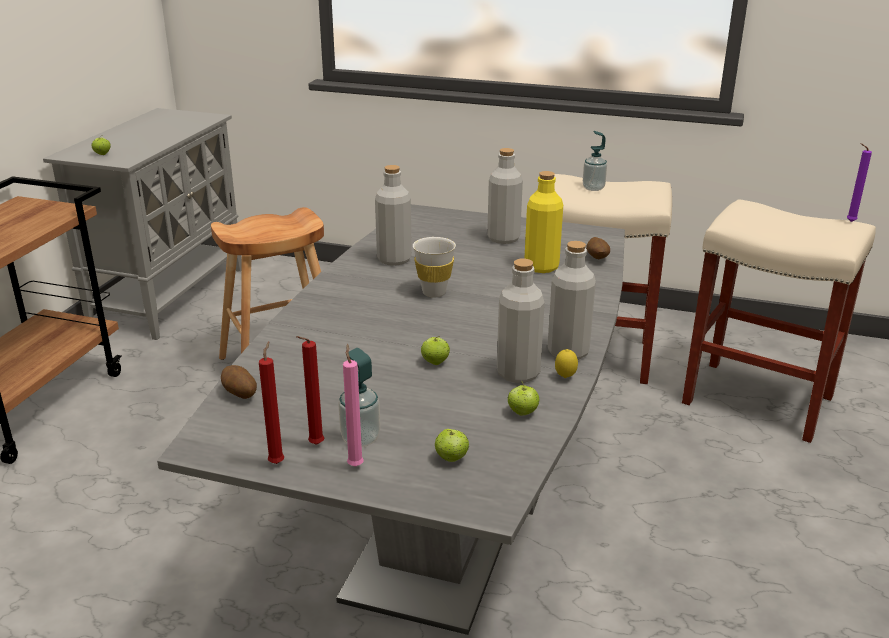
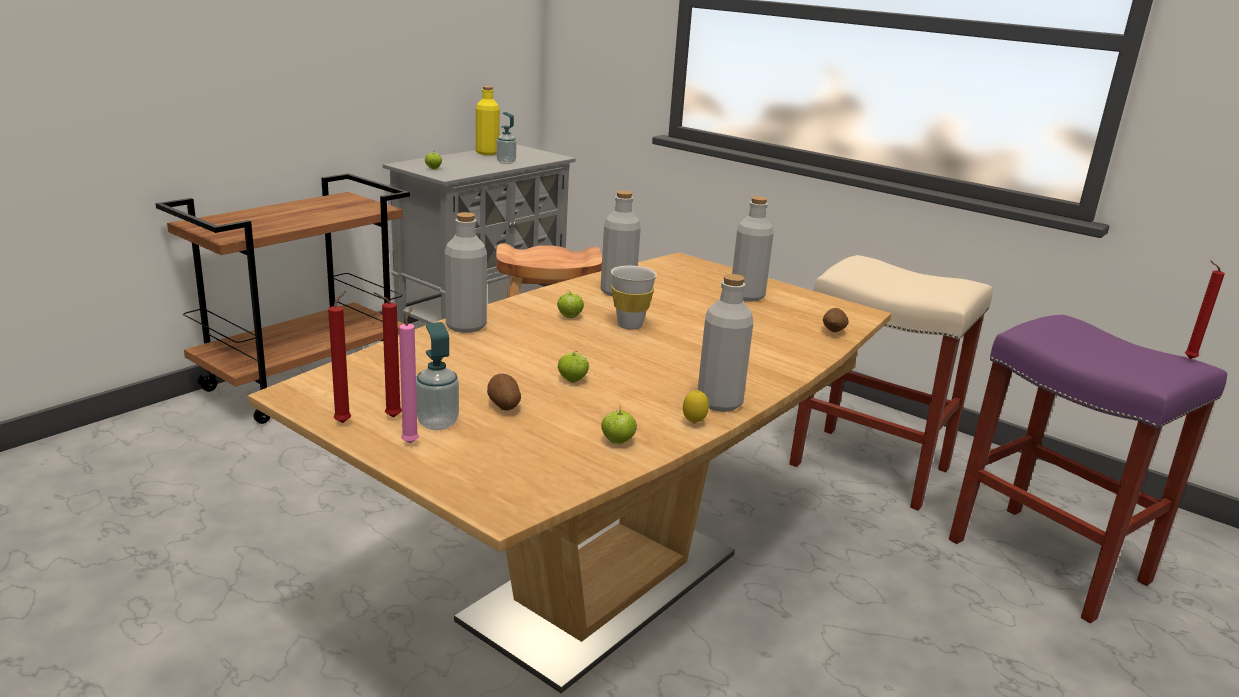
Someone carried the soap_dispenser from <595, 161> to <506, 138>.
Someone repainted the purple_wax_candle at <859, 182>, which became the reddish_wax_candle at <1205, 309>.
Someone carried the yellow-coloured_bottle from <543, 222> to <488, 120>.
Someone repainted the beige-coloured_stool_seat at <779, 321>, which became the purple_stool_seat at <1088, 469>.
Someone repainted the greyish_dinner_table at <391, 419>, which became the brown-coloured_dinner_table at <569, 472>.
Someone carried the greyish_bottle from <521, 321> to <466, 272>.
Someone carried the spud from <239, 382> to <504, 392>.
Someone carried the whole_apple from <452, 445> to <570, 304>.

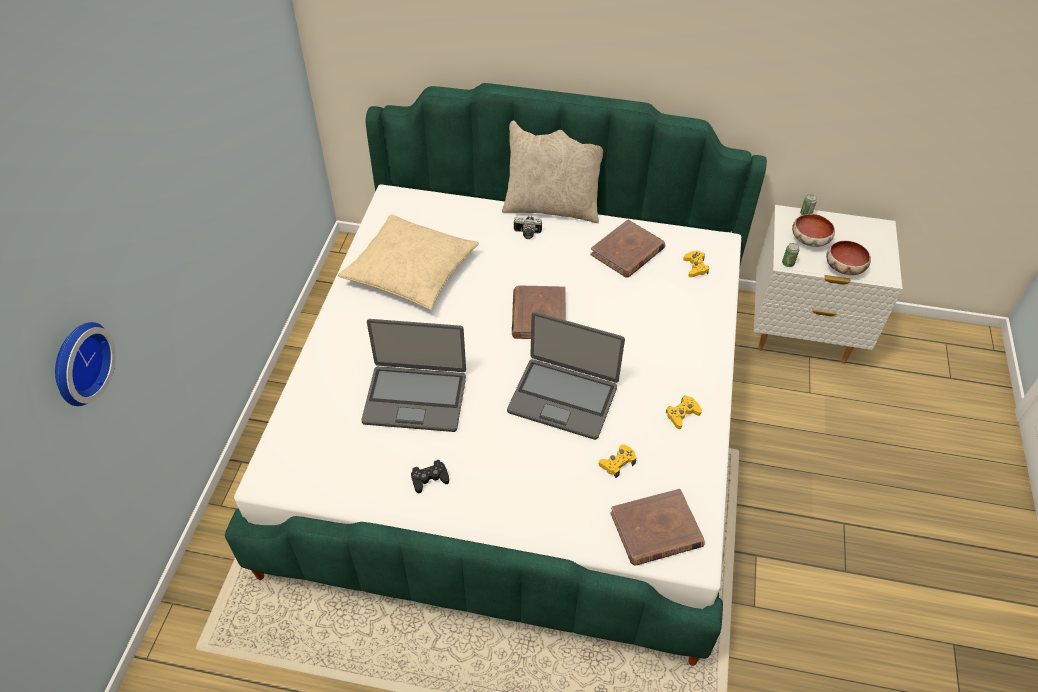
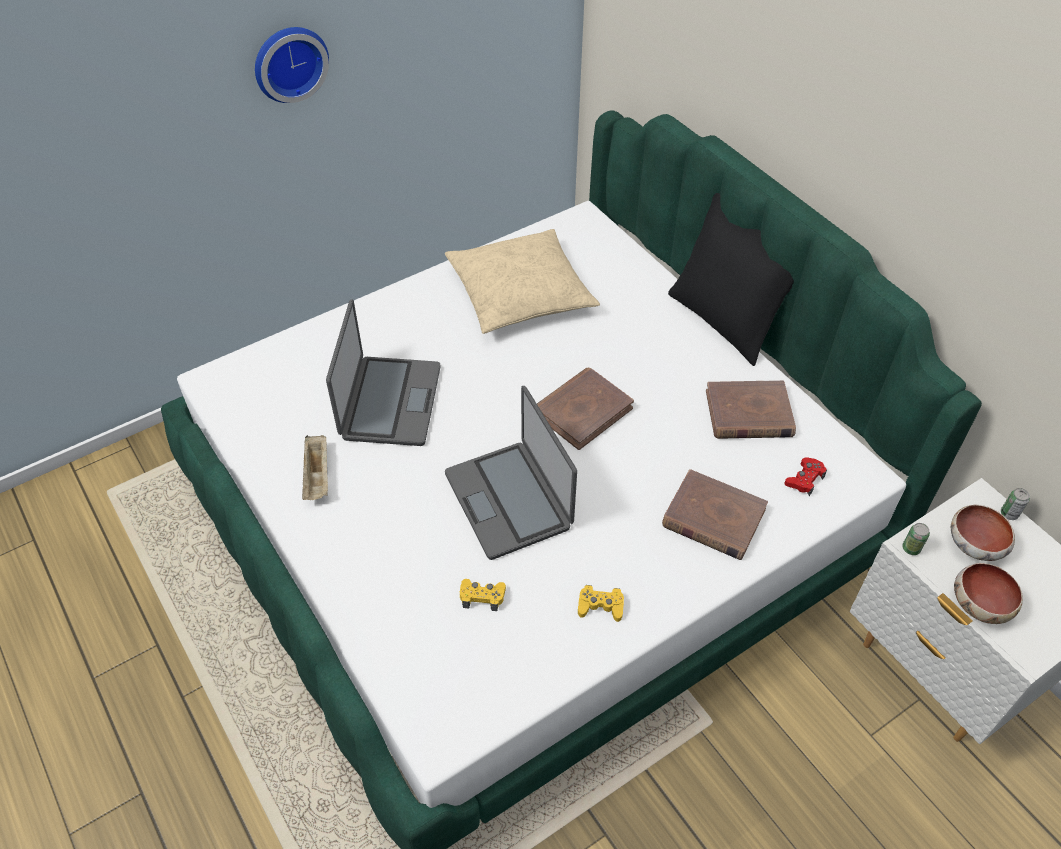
Someone repainted the beige-coloured_throw_pillow at <552, 172>, which became the black-coloured_throw_pillow at <731, 279>.
Someone took away the photo_camera at <528, 227>.
Someone repainted the yellow-coloured_gamepad at <696, 264>, which became the reddish_gamepad at <805, 477>.
Someone rotated the laptop at <413, 375> by 135 degrees counterclockwise.
Someone carried the clock_on_the_wall from <85, 364> to <292, 65>.
Someone swapped the black-coloured_gamepad at <430, 476> for the beige-coloured_serving_tray at <315, 467>.
Someone carried the brown-coloured_volume from <657, 527> to <715, 514>.

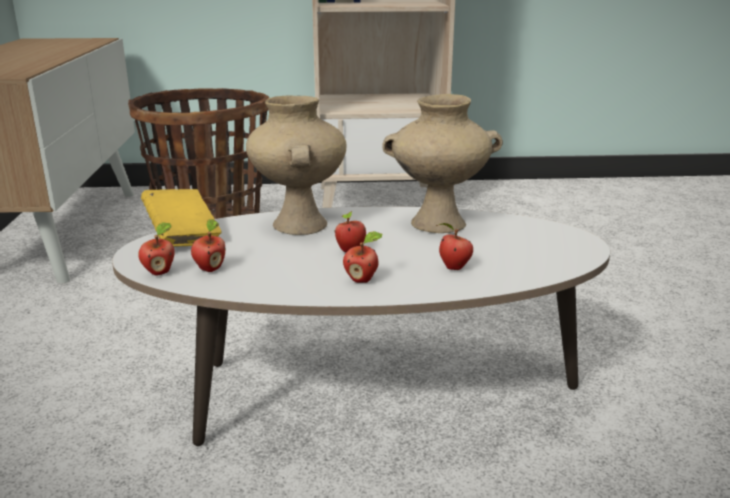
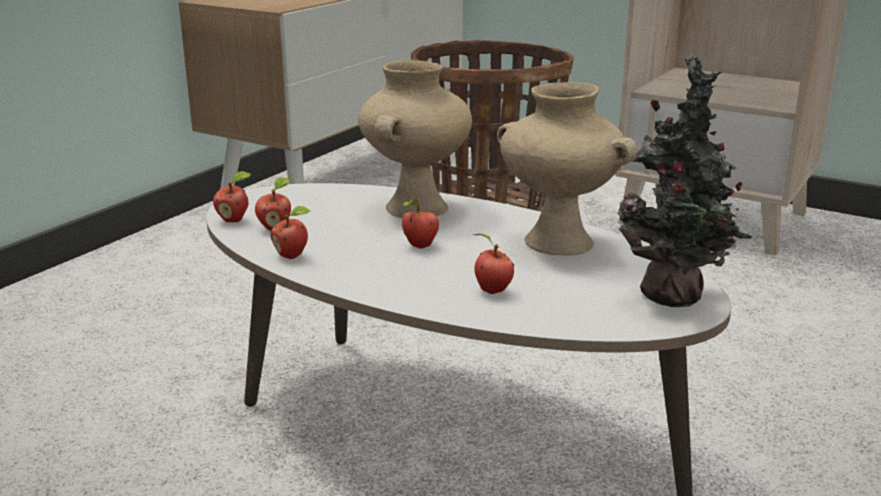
Someone took away the yellow-coloured_volume at <181, 217>.
Someone carried the whole_apple from <362, 257> to <290, 232>.
Someone put down the houseplant at <685, 181>.

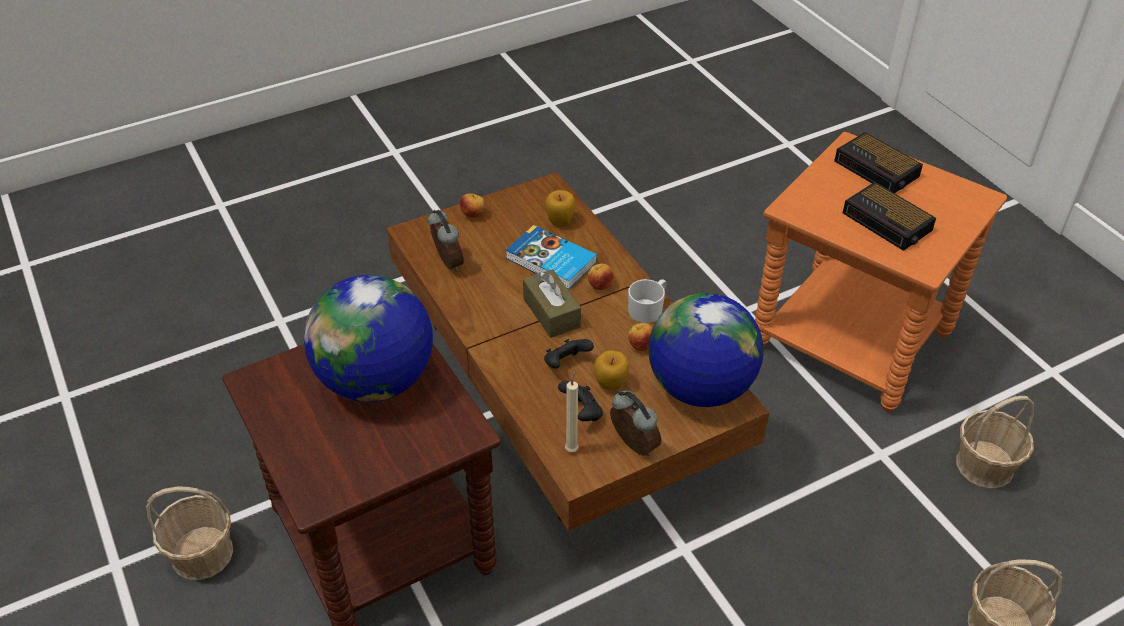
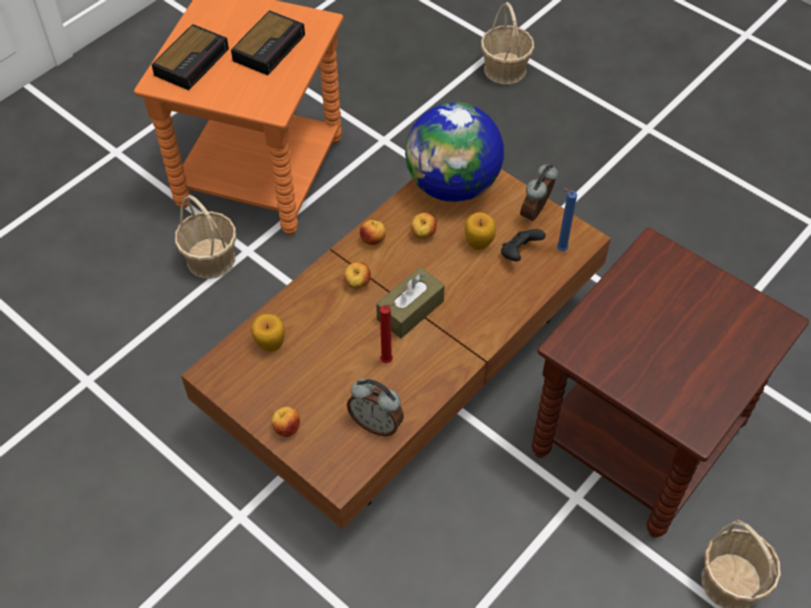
Someone rotated the table_clock at <445, 241> by 105 degrees counterclockwise.
Someone took away the volume at <551, 257>.
Someone took away the desk_globe at <368, 338>.
Someone swapped the white_mug at <647, 301> for the whole_apple at <373, 232>.
Someone took away the black-coloured_gamepad at <569, 353>.
Someone repainted the beige-coloured_wax_candle at <572, 410>, which became the blue_wax_candle at <567, 219>.
Someone carried the household_basket from <995, 442> to <205, 237>.
Someone put down the reddish_wax_candle at <388, 333>.

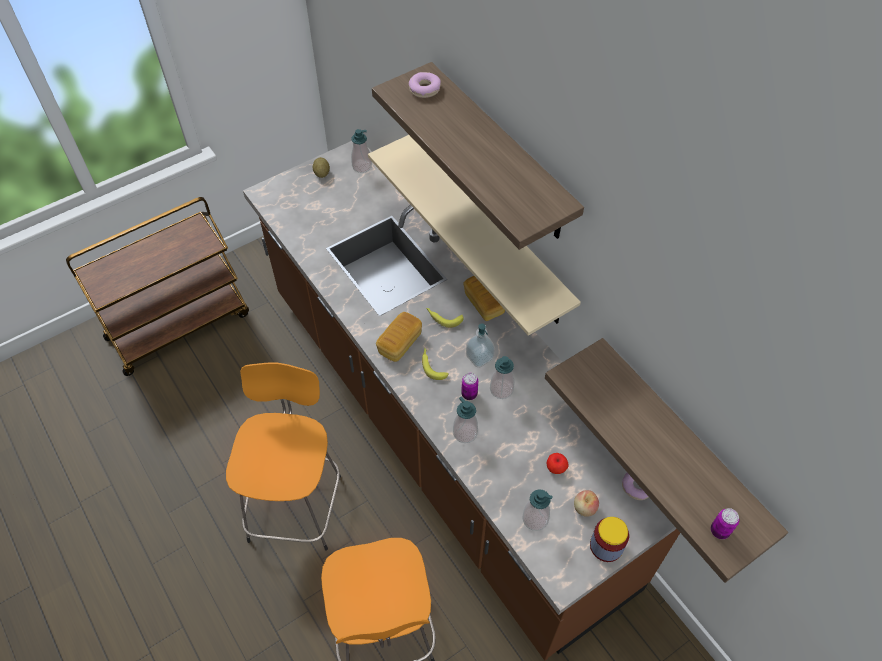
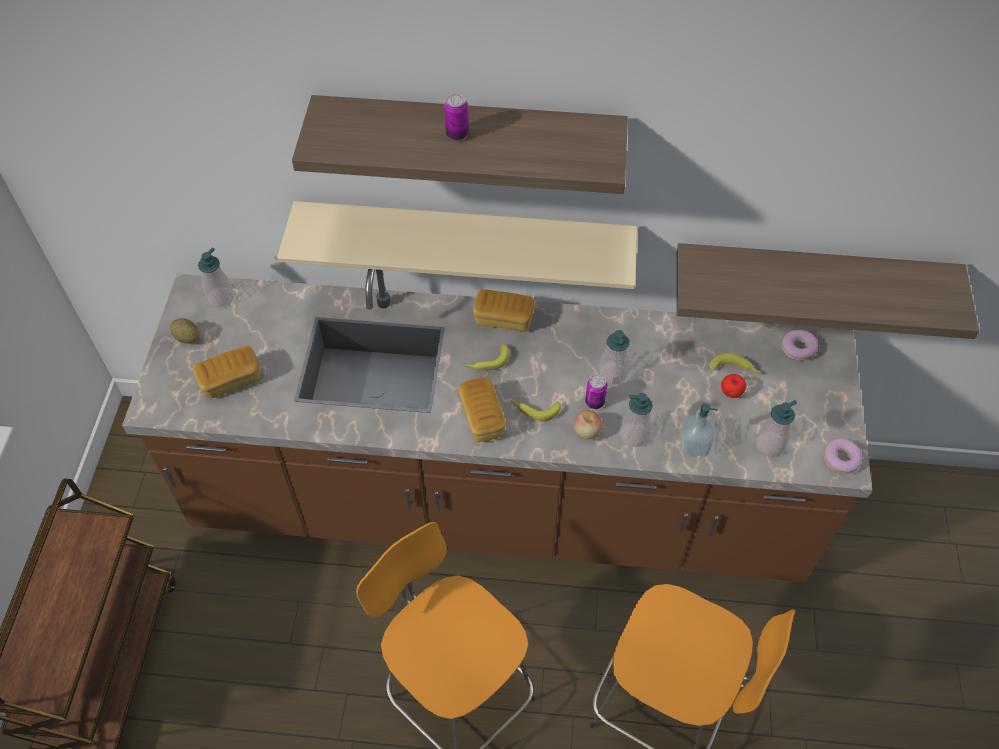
Someone carried the doughnut from <425, 85> to <843, 456>.
Someone carried the soap_dispenser from <480, 346> to <699, 429>.
Someone carried the whole_apple from <586, 503> to <588, 424>.
Someone carried the sealed_can from <725, 523> to <456, 117>.
Someone took away the jar at <609, 539>.
Someone put down the bakery_bread at <226, 372>.
Someone put down the whole_banana at <735, 363>.

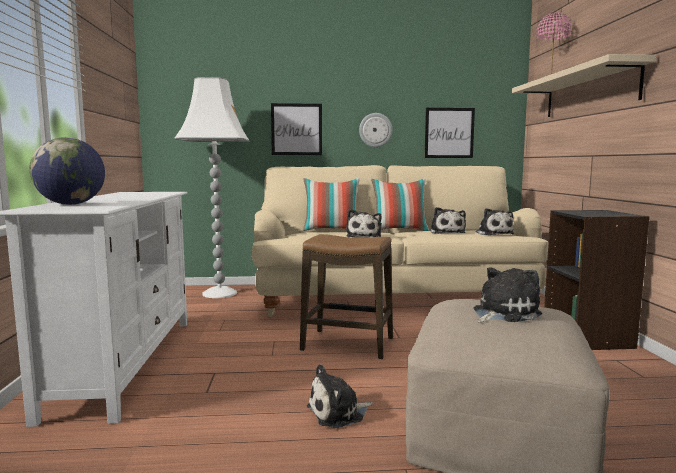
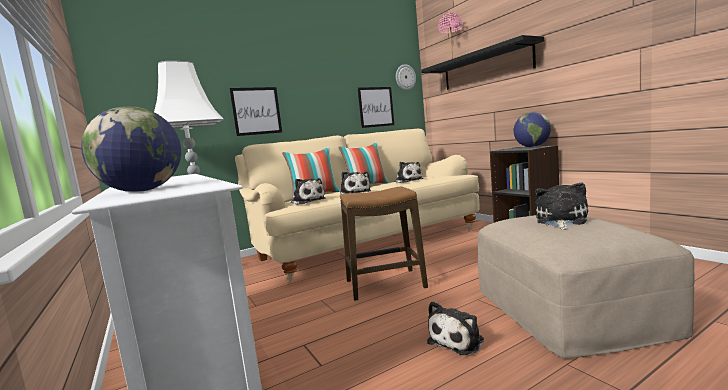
Someone repainted the beige-coloured_shelf at <584, 85>, which became the black-coloured_shelf at <482, 62>.
Someone carried the clock_on_the_wall from <375, 130> to <406, 77>.
Someone carried the plush_toy from <495, 221> to <308, 191>.
Someone put down the desk_globe at <532, 129>.

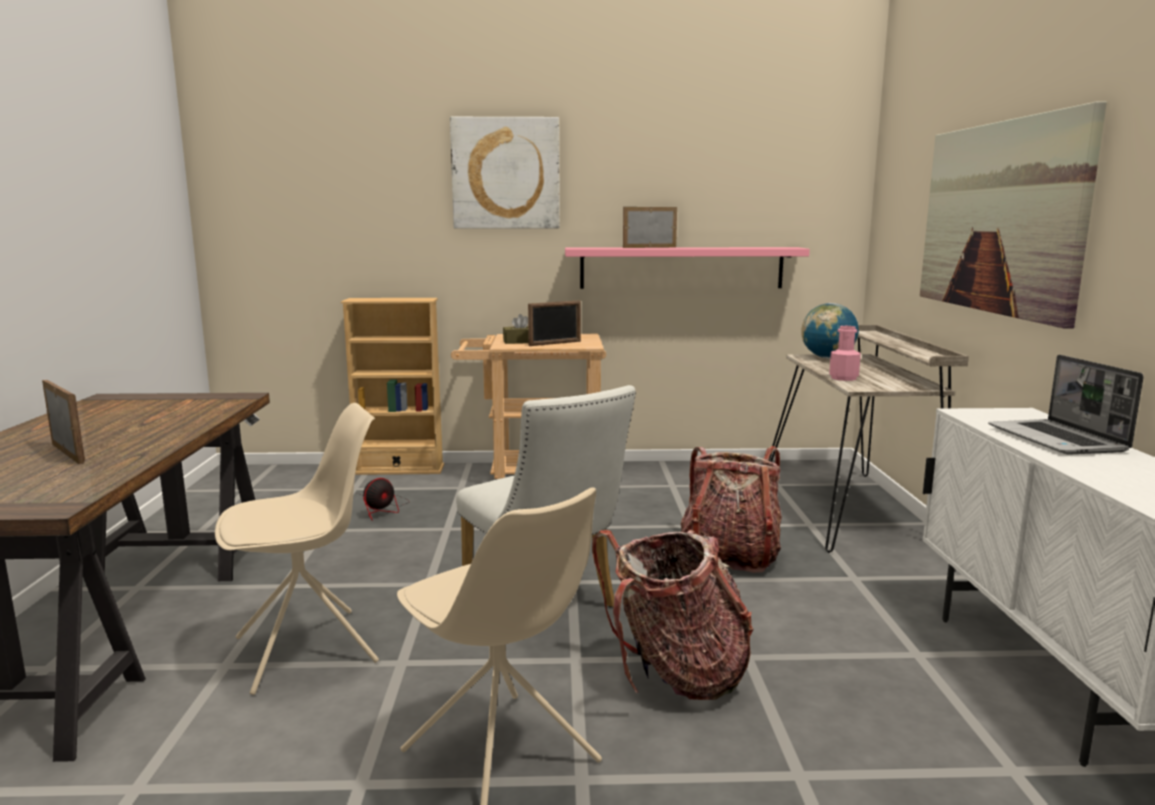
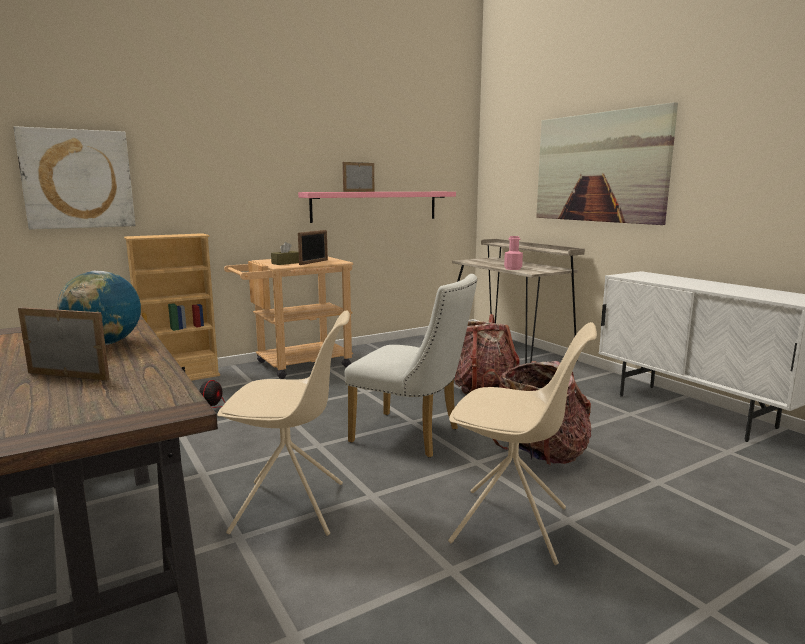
Someone carried the wall_picture from <505, 173> to <74, 178>.
Someone carried the desk_globe from <830, 330> to <99, 308>.
Someone took away the laptop at <1066, 405>.
Someone rotated the beige-coloured_plain_chair at <297, 549> by 60 degrees clockwise.

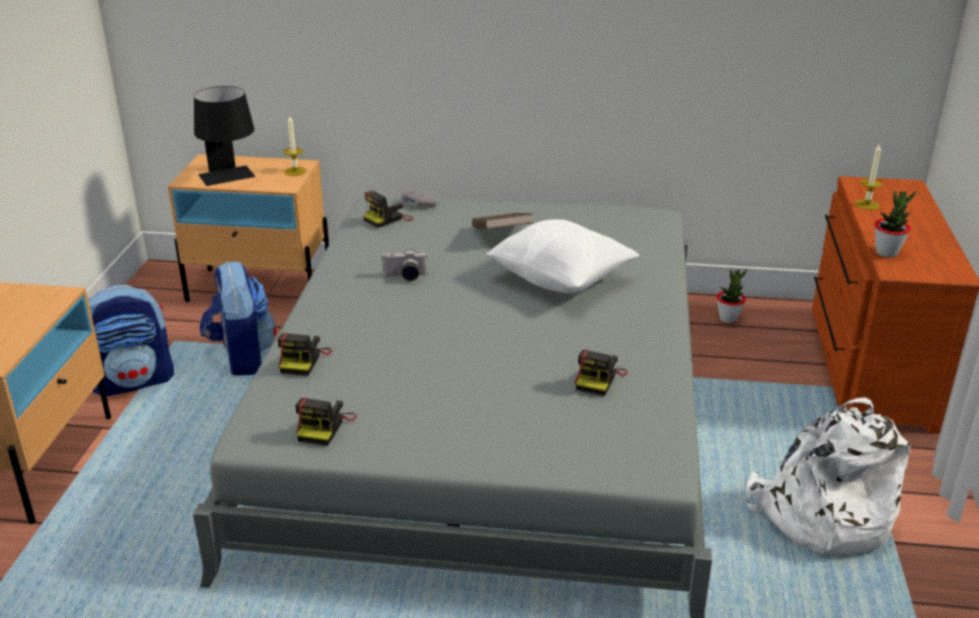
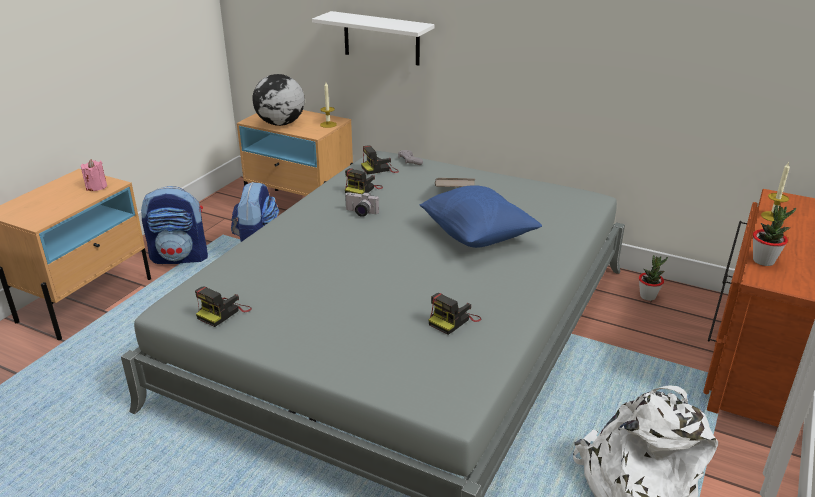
Someone swapped the black-coloured_tabletop_lamp at <224, 136> for the desk_globe at <279, 100>.
Someone repainted the white_throw_pillow at <563, 256>, which became the blue_throw_pillow at <481, 216>.
Someone carried the photo_camera from <305, 354> to <364, 181>.
Someone put up the white_shelf at <373, 38>.
Someone put down the pink-coloured_wax_candle at <94, 175>.

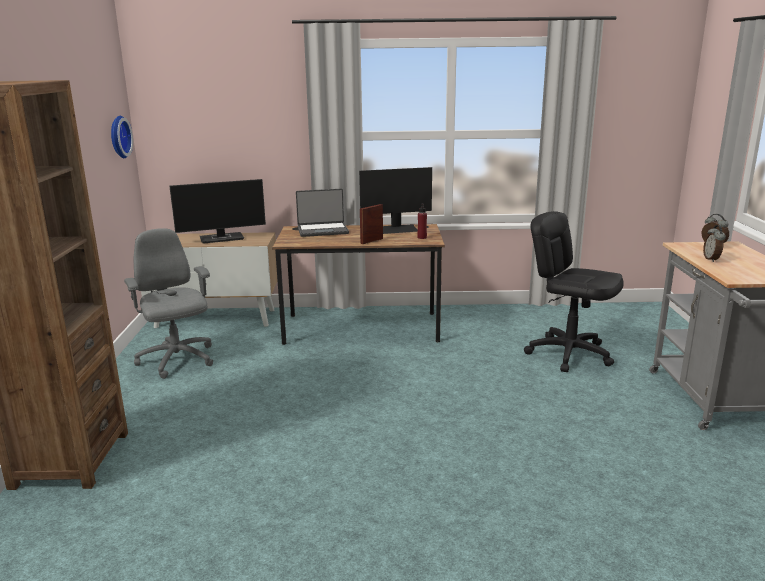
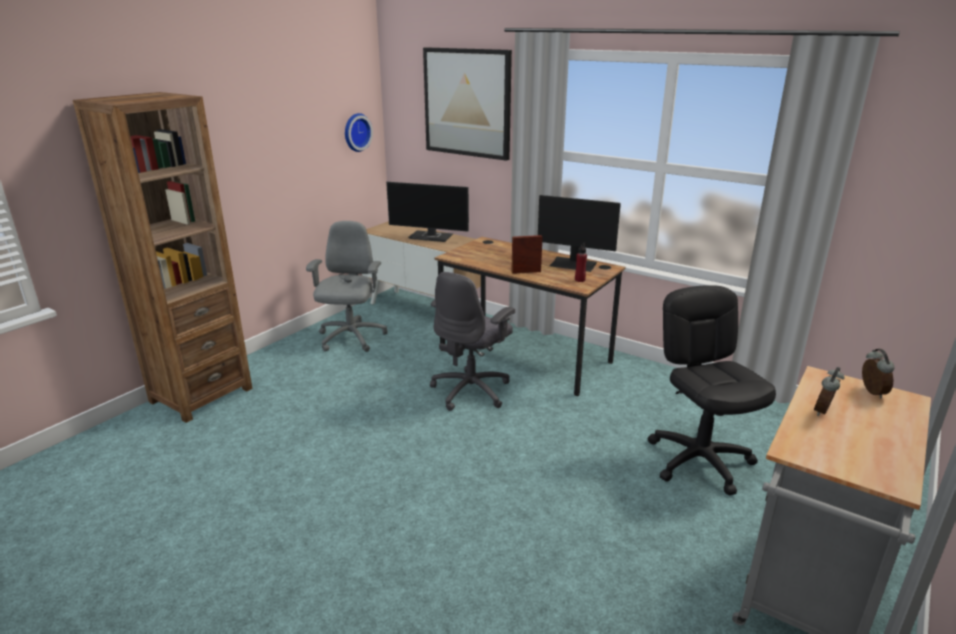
Someone took away the laptop at <322, 213>.
Someone put up the wall_picture at <467, 104>.
Someone put down the greyish_office_chair at <472, 341>.

